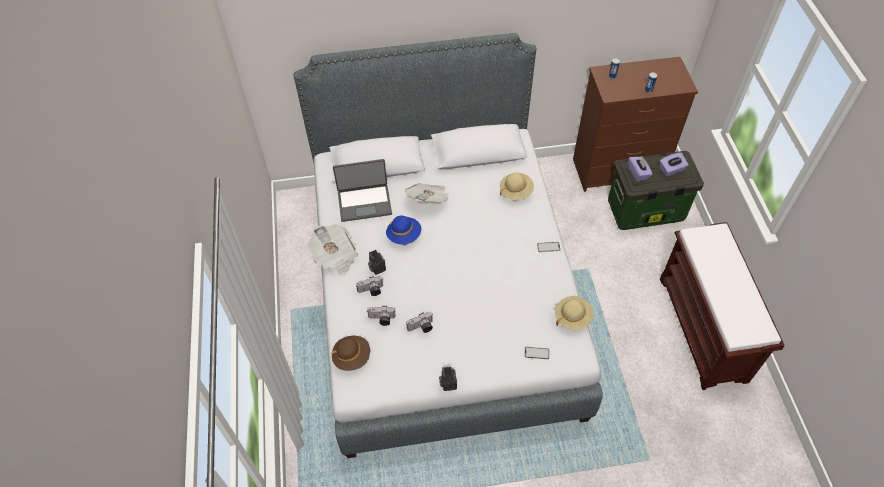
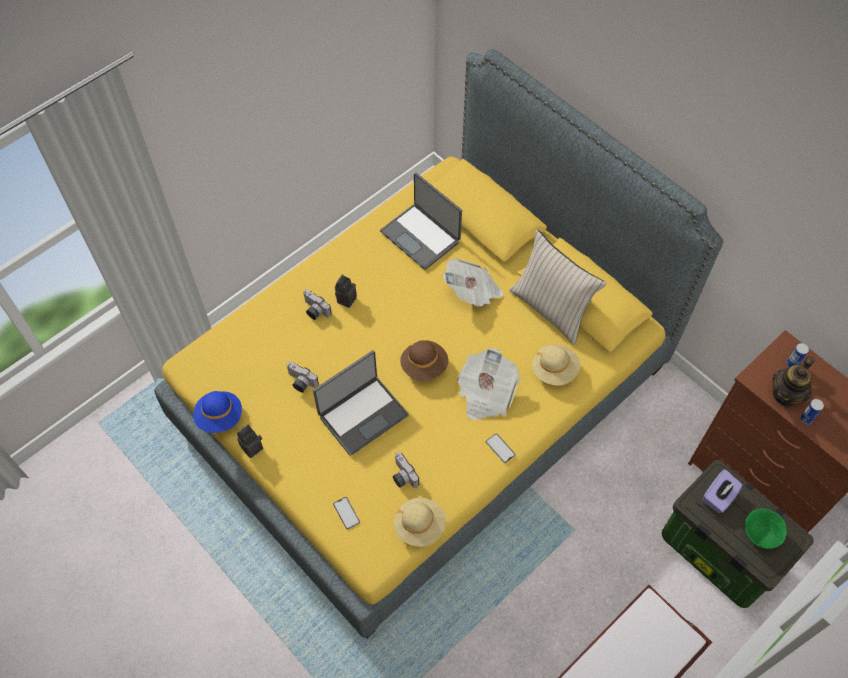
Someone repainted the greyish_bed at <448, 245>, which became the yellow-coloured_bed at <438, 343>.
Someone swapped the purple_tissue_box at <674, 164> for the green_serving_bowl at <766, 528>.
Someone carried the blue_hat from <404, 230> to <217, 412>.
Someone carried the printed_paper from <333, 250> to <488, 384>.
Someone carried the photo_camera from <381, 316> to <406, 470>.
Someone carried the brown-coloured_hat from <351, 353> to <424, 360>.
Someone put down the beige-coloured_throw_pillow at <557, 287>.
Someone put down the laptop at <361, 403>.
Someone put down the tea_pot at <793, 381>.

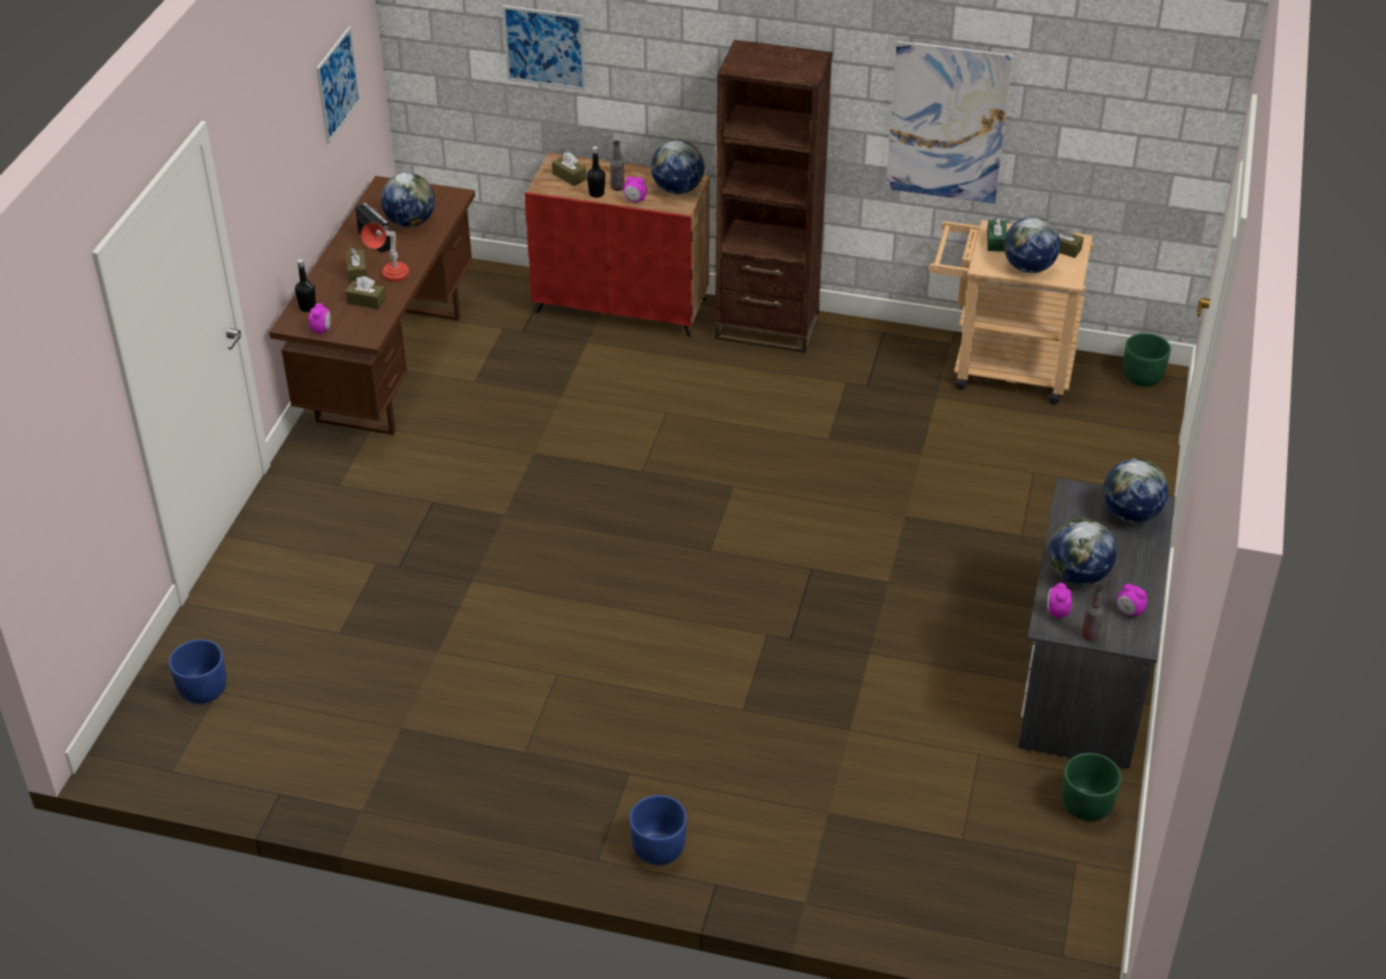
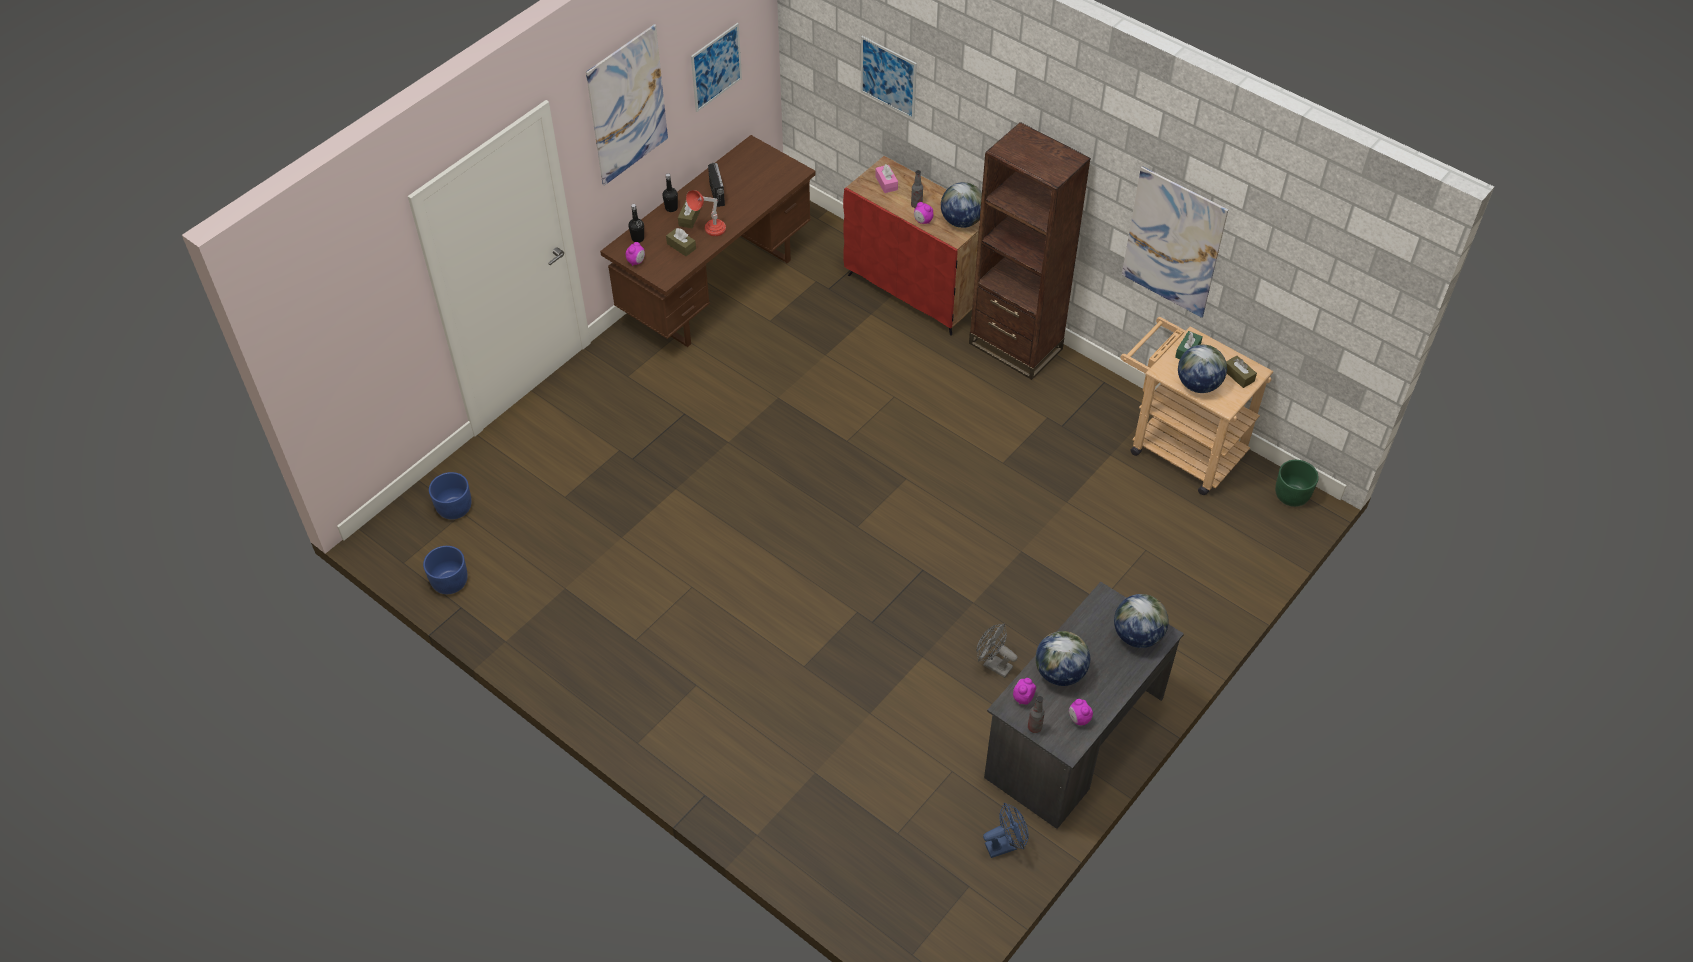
Someone carried the black-coloured_bottle from <596, 172> to <670, 192>.
Someone repainted the brown-coloured_tissue_box at <569, 169>, which became the pink-coloured_tissue_box at <886, 178>.
Someone took away the desk_globe at <408, 200>.
Someone swapped the green_flower_pot at <1092, 787> for the blue_electric_fan at <1006, 830>.
Someone carried the blue_flower_pot from <658, 830> to <445, 570>.
Someone put up the wall_picture at <627, 105>.
Someone put down the greyish_electric_fan at <997, 651>.

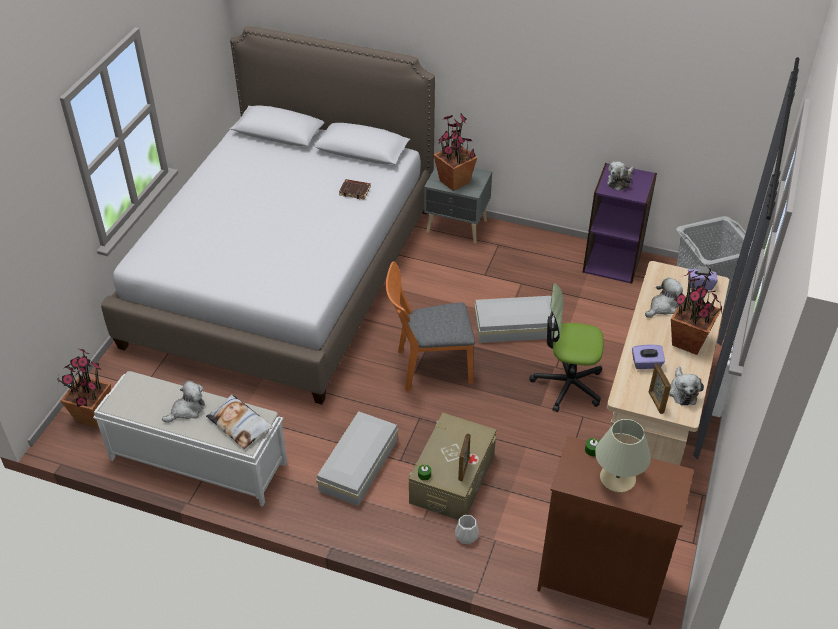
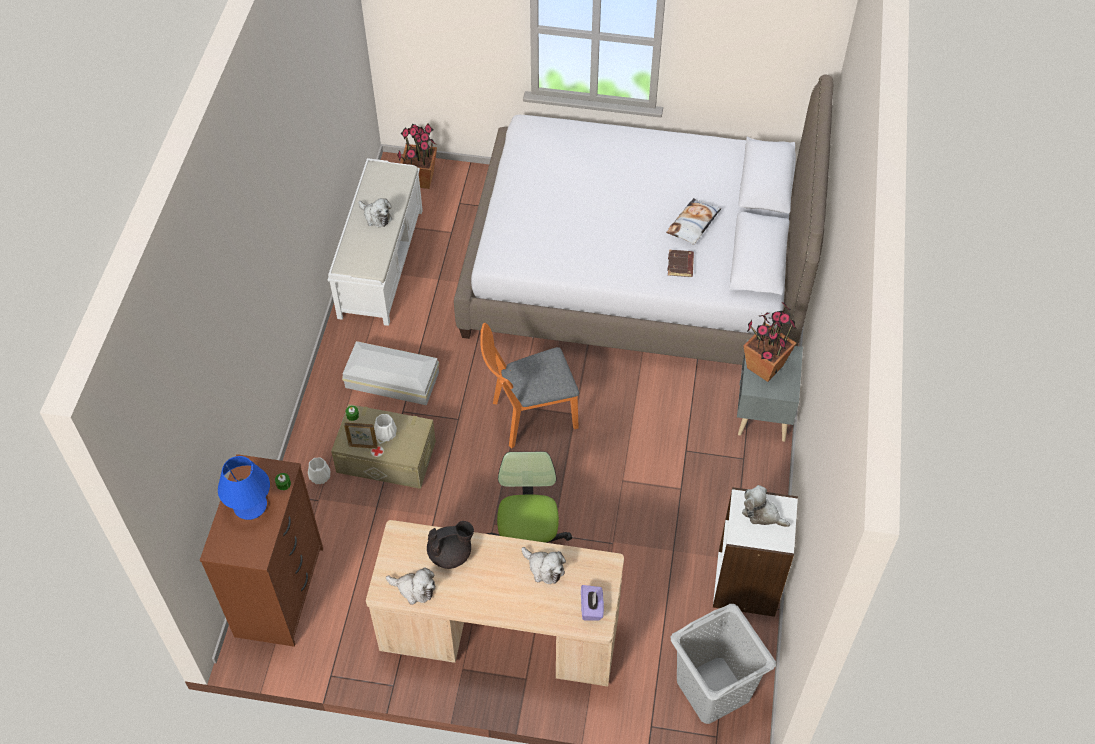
Someone repainted the purple_shelving_unit at <620, 223>, which became the white_shelving_unit at <755, 552>.
Someone rotated the orange-coloured_plain_chair at <430, 327> by 90 degrees counterclockwise.
Someone took away the houseplant at <697, 311>.
Someone took away the white_storage_box at <514, 319>.
Someone swapped the purple_tissue_box at <648, 357> for the black-coloured_tea_pot at <450, 545>.
Someone took away the standing_frame at <660, 389>.
Someone rotated the plush_toy at <686, 385> by 150 degrees counterclockwise.
Someone carried the throw_pillow from <239, 421> to <694, 221>.
Someone repainted the beige-coloured_tabletop_lamp at <623, 456>, which became the blue_tabletop_lamp at <244, 488>.
Someone put down the white_vase at <385, 427>.

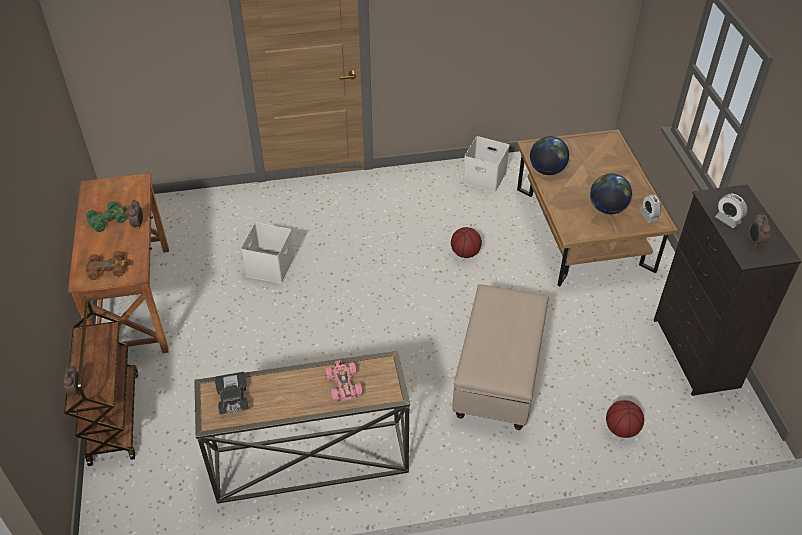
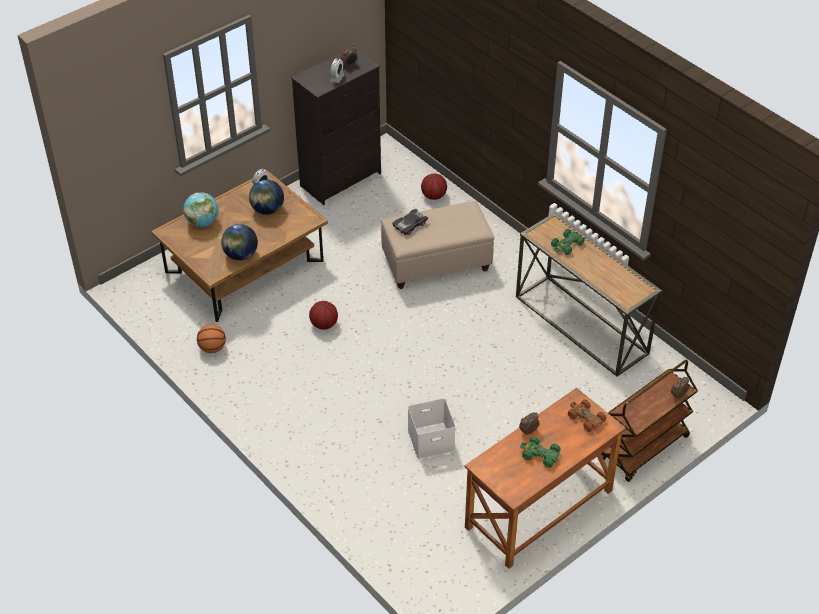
Someone swapped the white_storage_box at <486, 164> for the basketball at <211, 338>.
Someone repainted the pink-coloured_model_car at <344, 381>, which became the green_model_car at <568, 242>.
Someone carried the black-coloured_model_car from <232, 393> to <410, 222>.
Someone put down the desk_globe at <200, 209>.

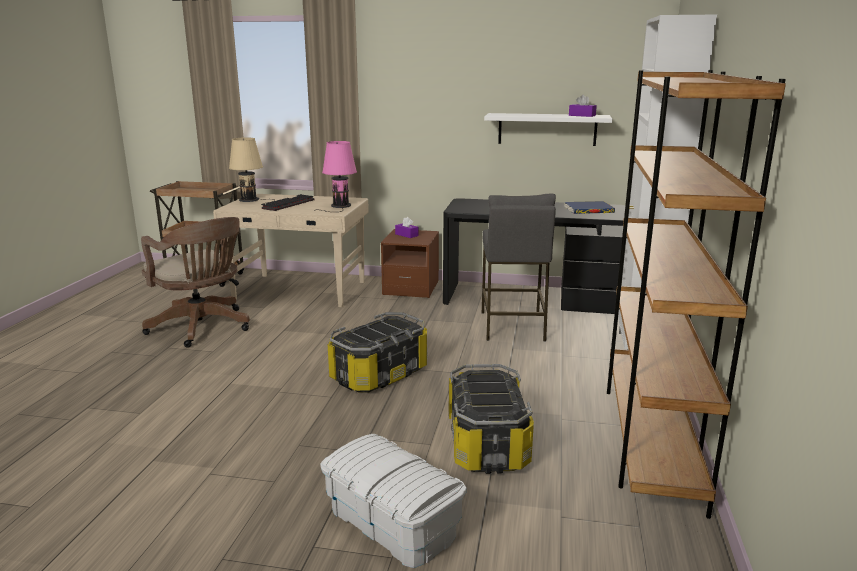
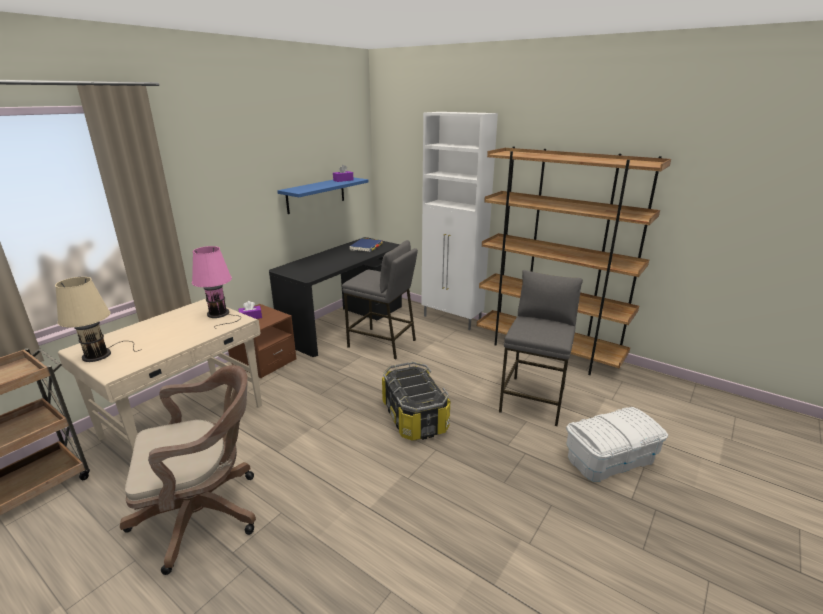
Someone repainted the white_shelf at <548, 129>, which became the blue_shelf at <323, 195>.
Someone took away the keyboard at <288, 202>.
Someone swapped the storage_box at <491, 419> for the greyish_stool_seat at <541, 348>.

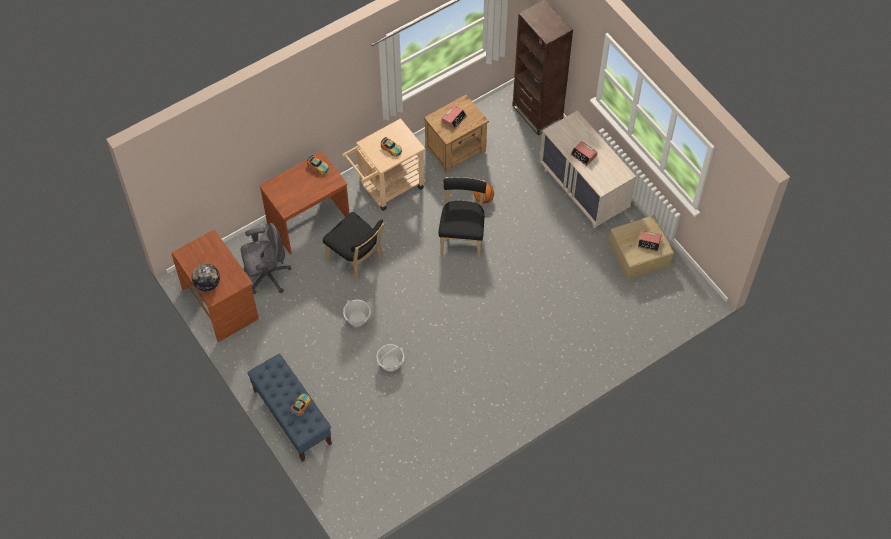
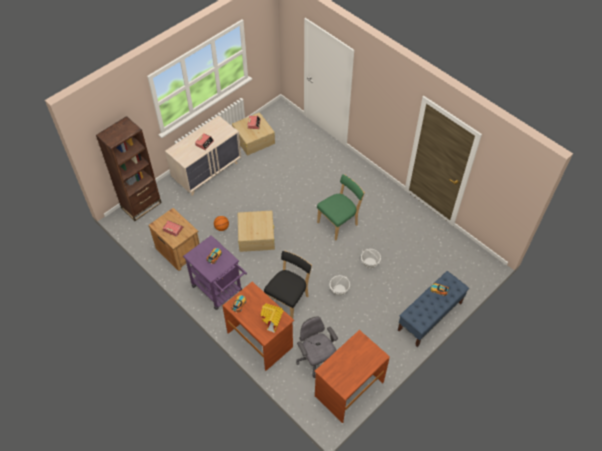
Someone repainted the beige-coloured_trolley at <384, 164>, which became the purple_trolley at <215, 272>.
Someone swapped the black-coloured_plain_chair at <462, 217> for the beige-coloured_storage_box at <256, 231>.
Someone took away the desk_globe at <206, 277>.
Someone put down the green_plain_chair at <341, 207>.
Someone put down the toy_house at <272, 318>.

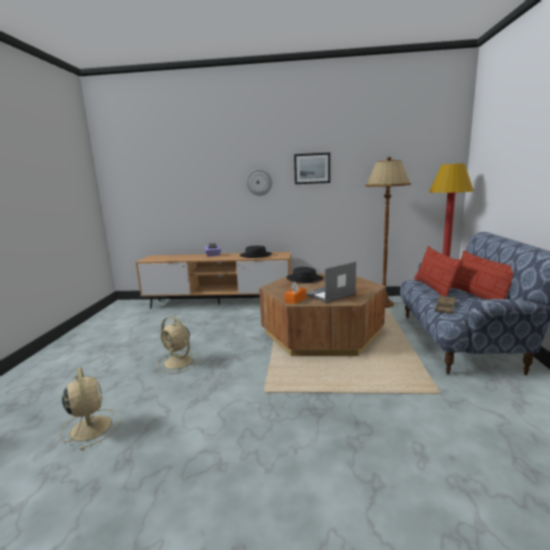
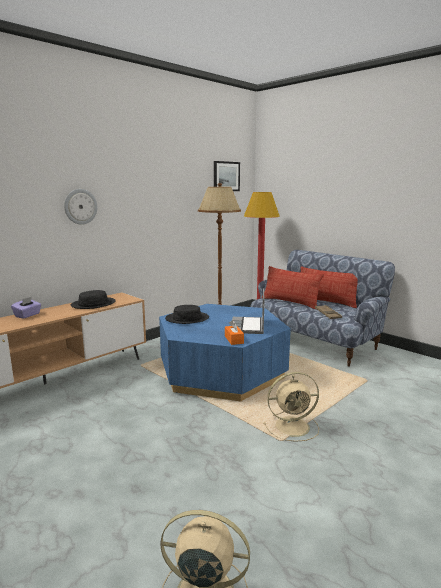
Someone carried the wall_picture from <312, 168> to <227, 176>.
Someone repainted the brown-coloured_coffee_table at <322, 314>, which became the blue_coffee_table at <225, 352>.
Someone carried the beige-coloured_electric_fan from <178, 345> to <291, 407>.

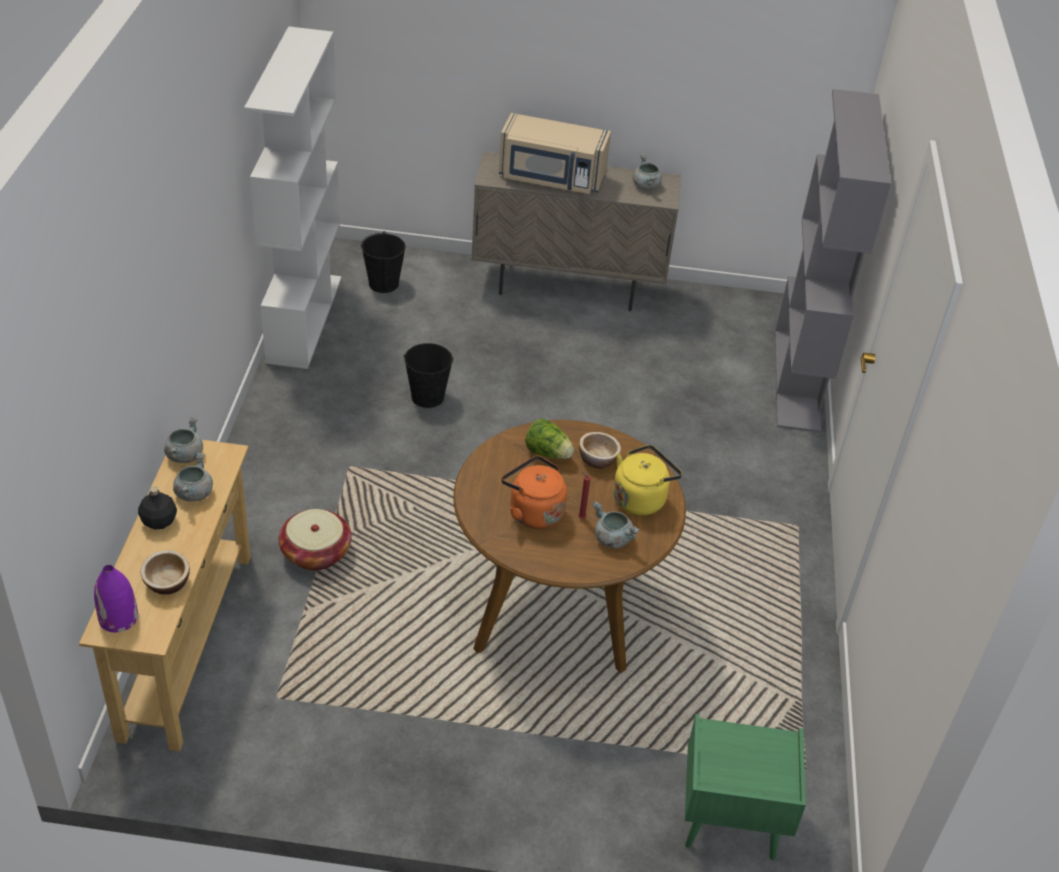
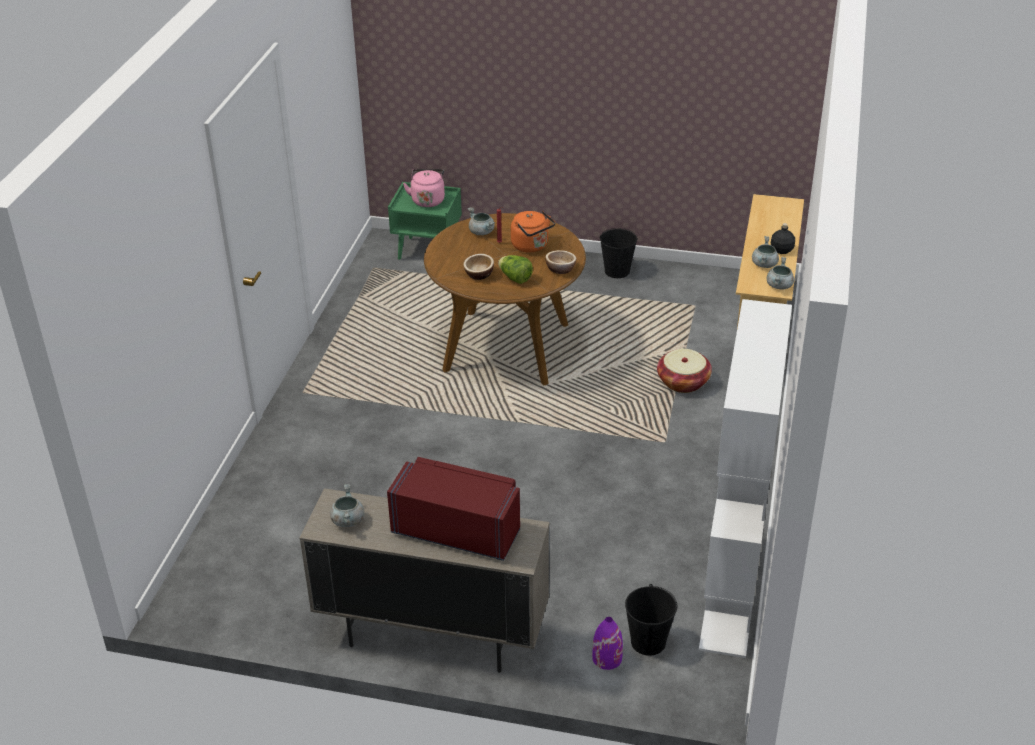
Someone took away the greyish_shelving_unit at <833, 261>.
Someone repainted the beige-coloured_kitchen_microwave at <555, 153>, which became the reddish_kitchen_microwave at <453, 509>.
Someone carried the black-coloured_pail from <428, 375> to <619, 253>.
Someone took away the yellow-coloured_kettle at <647, 480>.
Someone carried the serving_bowl from <165, 572> to <560, 262>.
Someone carried the purple_vase from <116, 598> to <607, 643>.
Someone put down the pink-coloured_kettle at <424, 188>.

